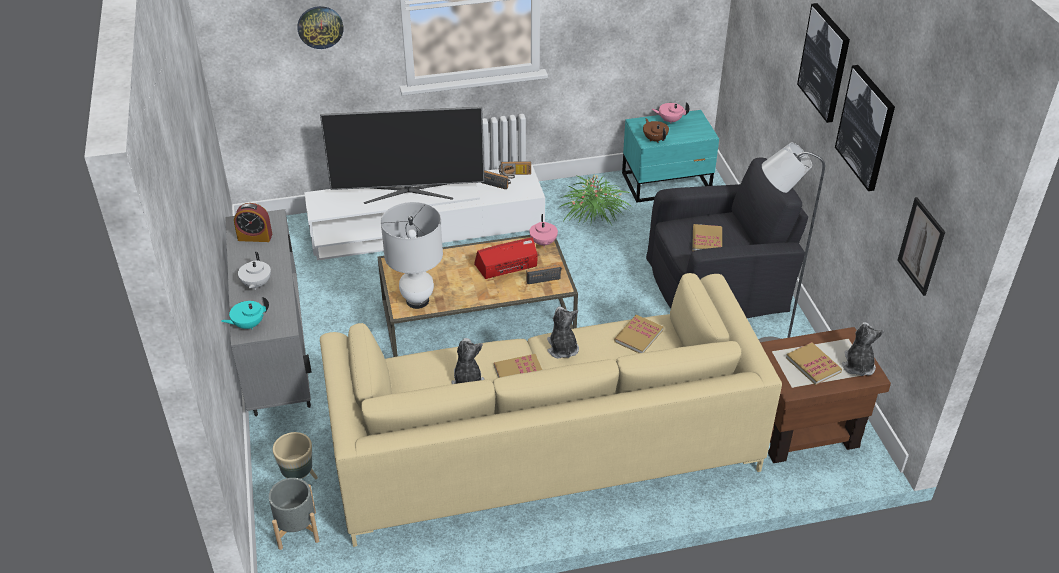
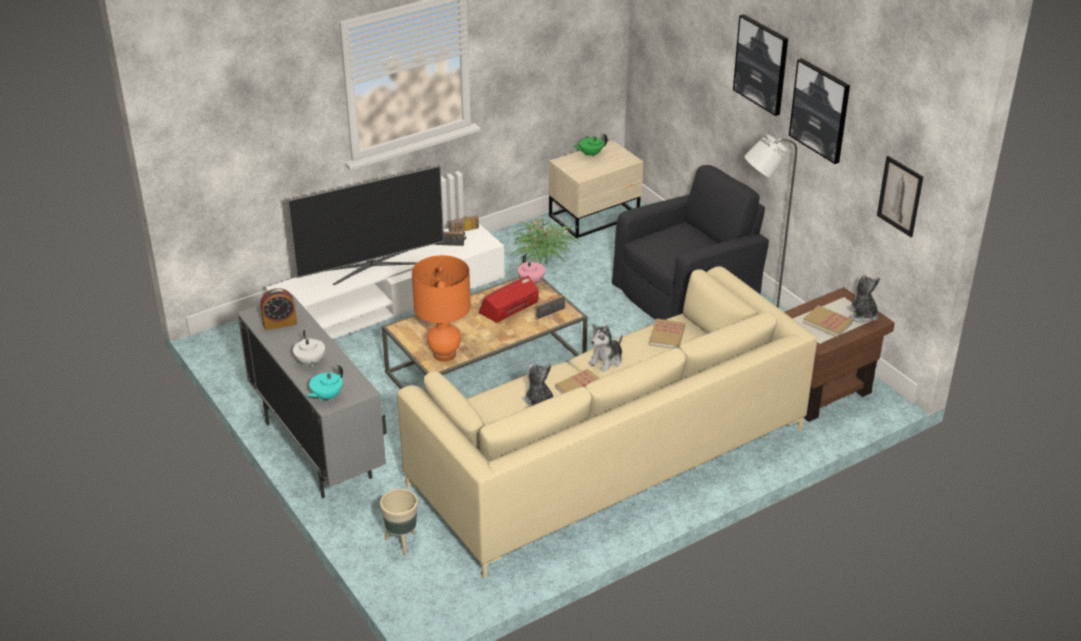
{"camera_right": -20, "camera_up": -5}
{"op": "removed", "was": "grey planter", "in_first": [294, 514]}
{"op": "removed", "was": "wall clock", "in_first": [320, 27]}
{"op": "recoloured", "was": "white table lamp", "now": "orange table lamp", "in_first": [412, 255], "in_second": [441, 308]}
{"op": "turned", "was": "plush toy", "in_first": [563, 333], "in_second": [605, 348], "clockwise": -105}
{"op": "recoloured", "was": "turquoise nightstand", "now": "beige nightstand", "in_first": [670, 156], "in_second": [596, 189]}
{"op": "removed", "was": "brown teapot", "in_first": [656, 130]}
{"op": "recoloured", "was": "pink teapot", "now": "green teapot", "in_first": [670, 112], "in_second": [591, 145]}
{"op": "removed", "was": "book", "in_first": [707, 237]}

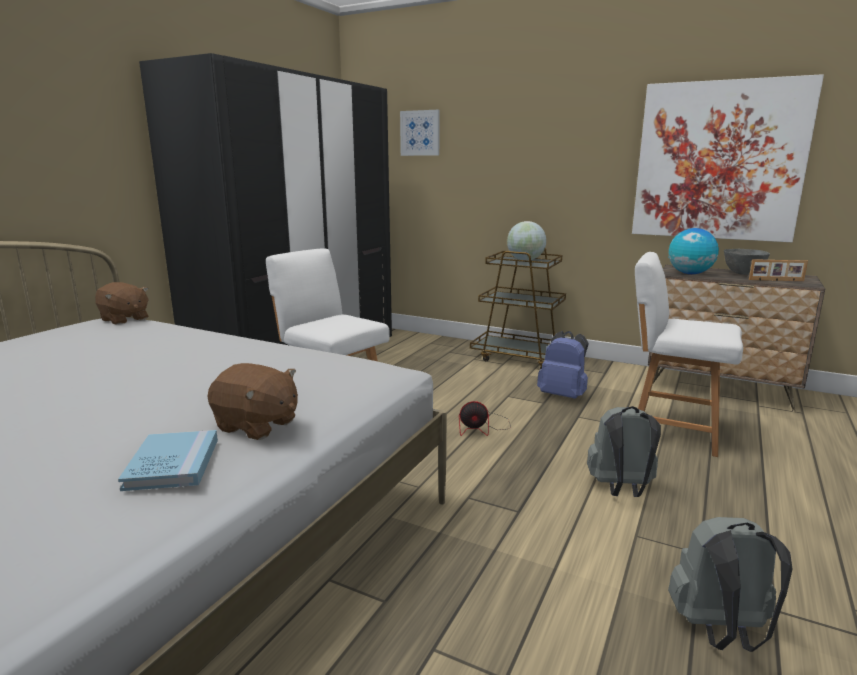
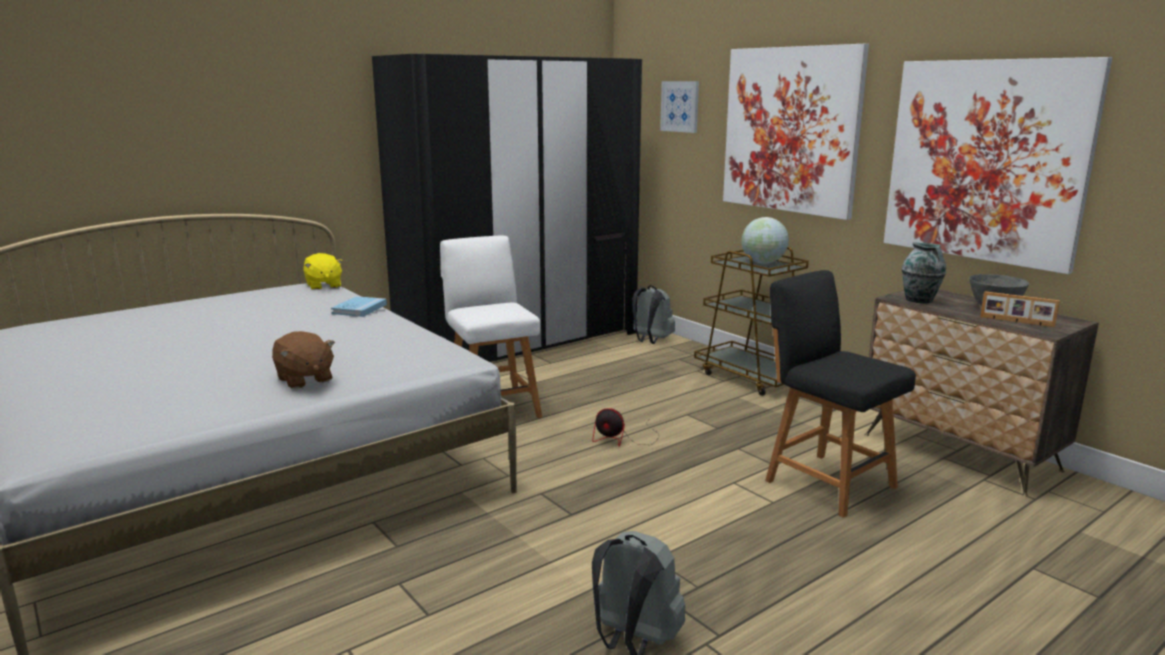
{"camera_right": 25, "camera_up": 0}
{"op": "recoloured", "was": "brown plush toy", "now": "yellow plush toy", "in_first": [122, 303], "in_second": [323, 271]}
{"op": "moved", "was": "blue book", "in_first": [168, 460], "in_second": [359, 306]}
{"op": "removed", "was": "blue backpack", "in_first": [562, 365]}
{"op": "moved", "was": "grey backpack", "in_first": [624, 451], "in_second": [654, 314]}
{"op": "recoloured", "was": "white chair", "now": "black chair", "in_first": [689, 354], "in_second": [840, 394]}
{"op": "replaced", "was": "globe", "now": "vase", "in_first": [693, 251], "in_second": [924, 272]}
{"op": "added", "now": "picture", "in_second": [796, 132]}

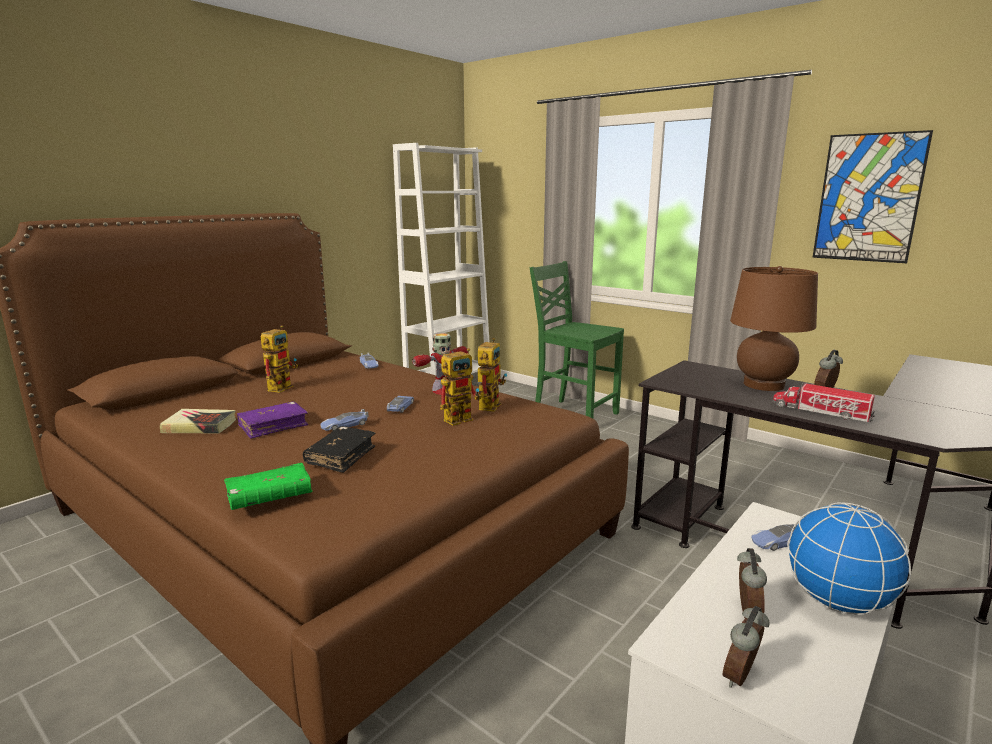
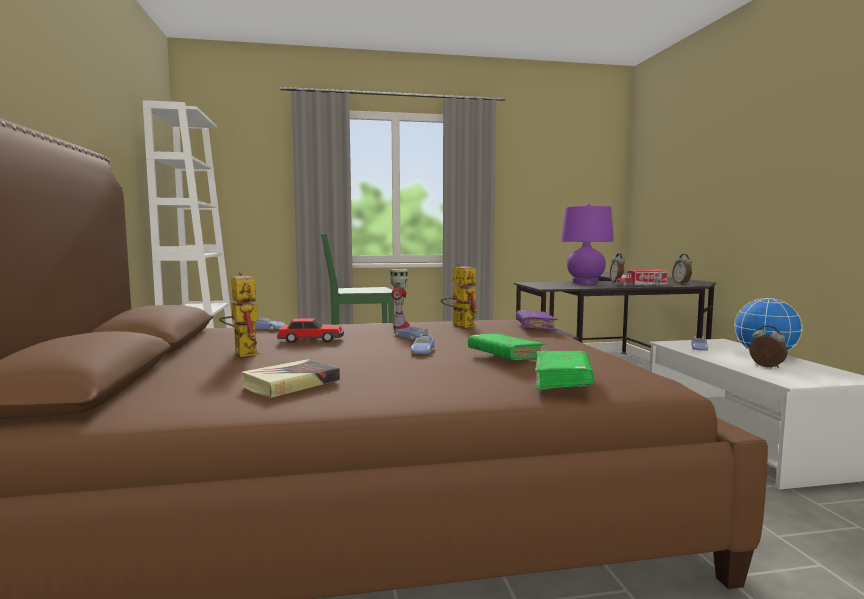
{"camera_right": -50, "camera_up": -10}
{"op": "moved", "was": "purple book", "in_first": [272, 420], "in_second": [537, 320]}
{"op": "recoloured", "was": "black book", "now": "green book", "in_first": [339, 449], "in_second": [506, 347]}
{"op": "removed", "was": "toy robot", "in_first": [460, 387]}
{"op": "moved", "was": "alarm clock", "in_first": [746, 647], "in_second": [682, 269]}
{"op": "recoloured", "was": "brown table lamp", "now": "purple table lamp", "in_first": [774, 328], "in_second": [587, 244]}
{"op": "removed", "was": "picture", "in_first": [872, 196]}
{"op": "added", "now": "toy car", "in_second": [310, 330]}

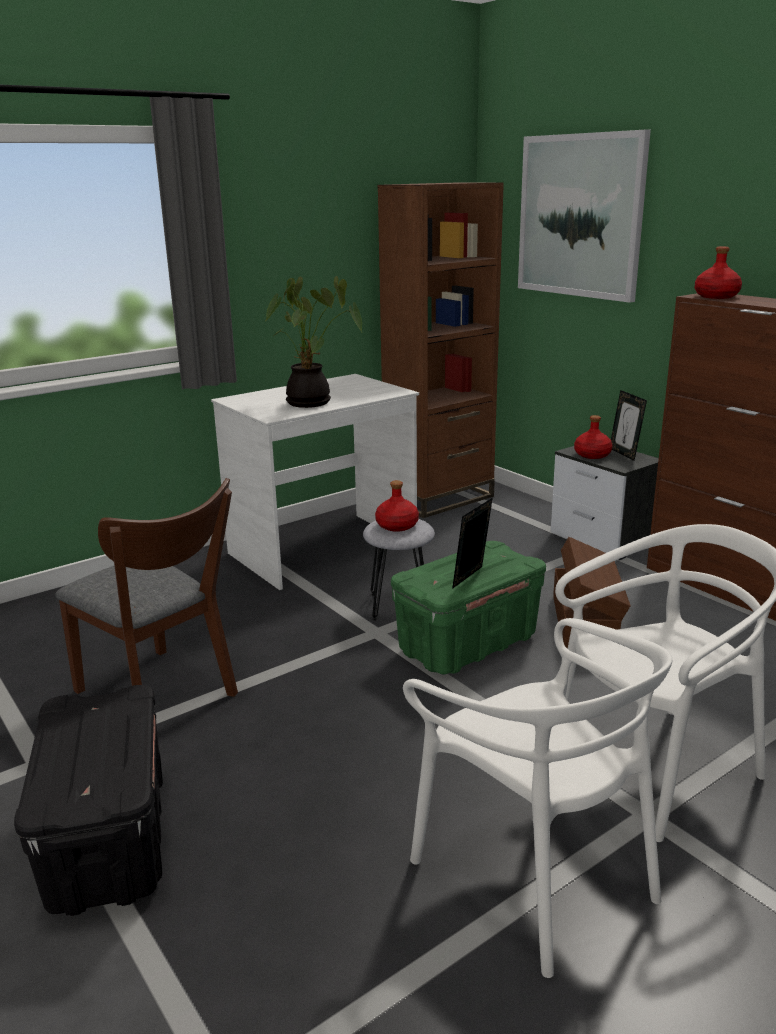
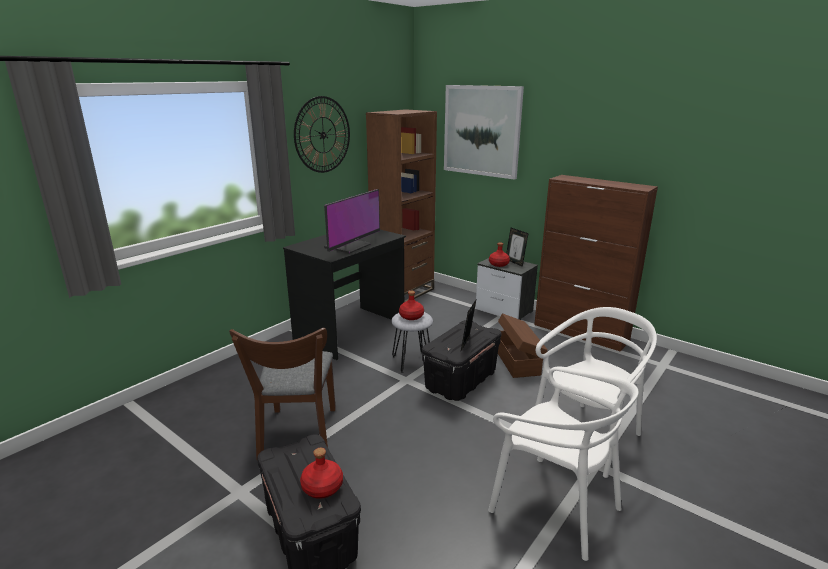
{"camera_right": -15, "camera_up": 0}
{"op": "turned", "was": "brown chair", "in_first": [146, 587], "in_second": [282, 394], "clockwise": 60}
{"op": "recoloured", "was": "white desk", "now": "black desk", "in_first": [315, 482], "in_second": [344, 295]}
{"op": "replaced", "was": "potted plant", "now": "monitor", "in_first": [314, 342], "in_second": [352, 221]}
{"op": "recoloured", "was": "green storage box", "now": "black storage box", "in_first": [468, 607], "in_second": [462, 360]}
{"op": "moved", "was": "red bottle", "in_first": [718, 273], "in_second": [321, 473]}
{"op": "added", "now": "wall clock", "in_second": [322, 134]}

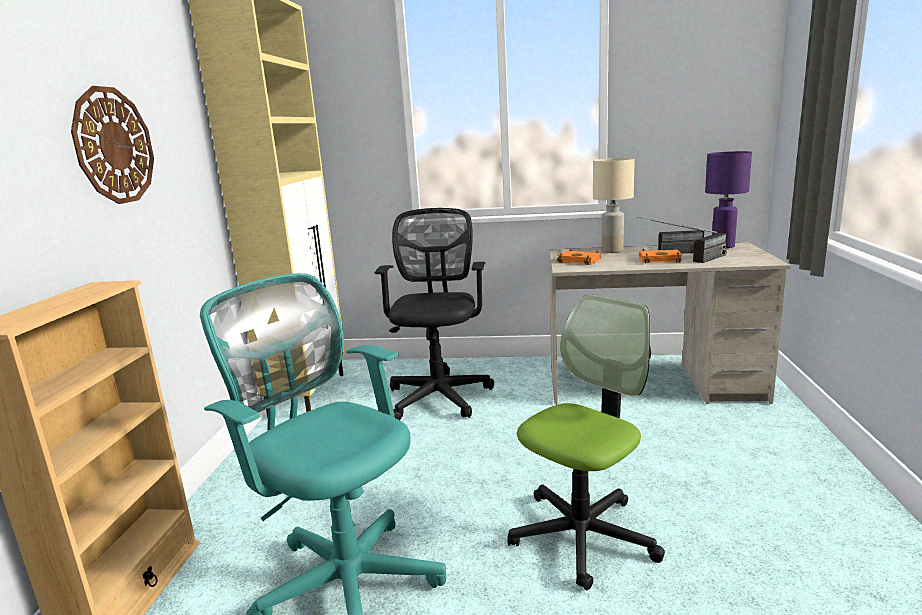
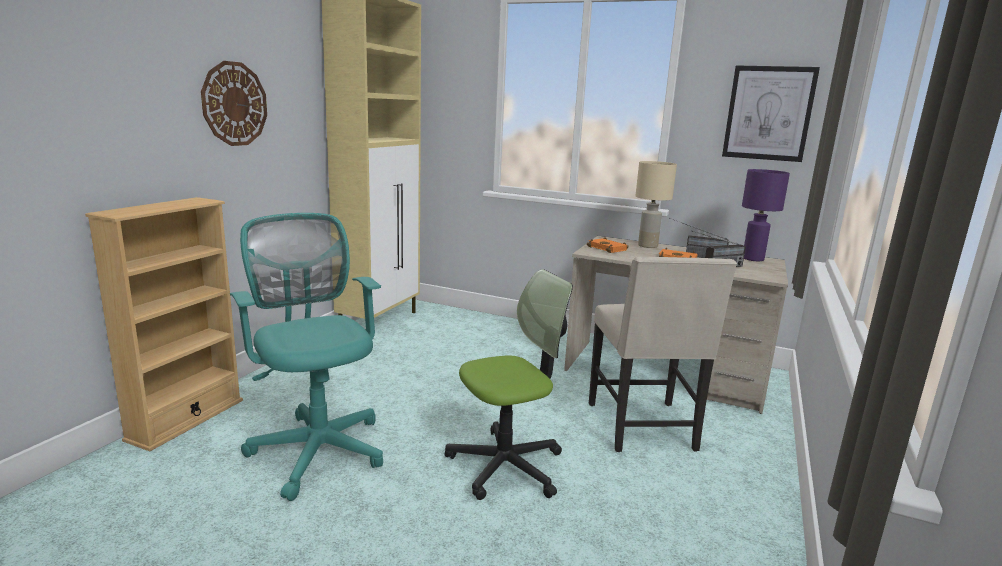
{"camera_right": 15, "camera_up": 0}
{"op": "removed", "was": "black office chair", "in_first": [434, 314]}
{"op": "added", "now": "beige chair", "in_second": [663, 354]}
{"op": "added", "now": "picture", "in_second": [771, 113]}

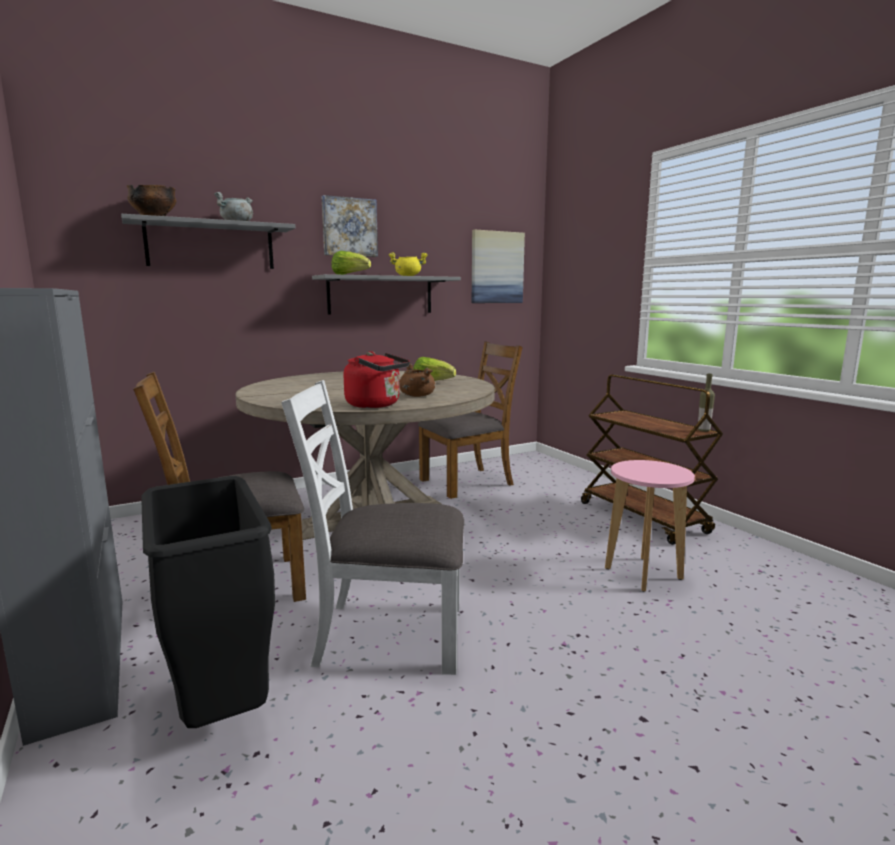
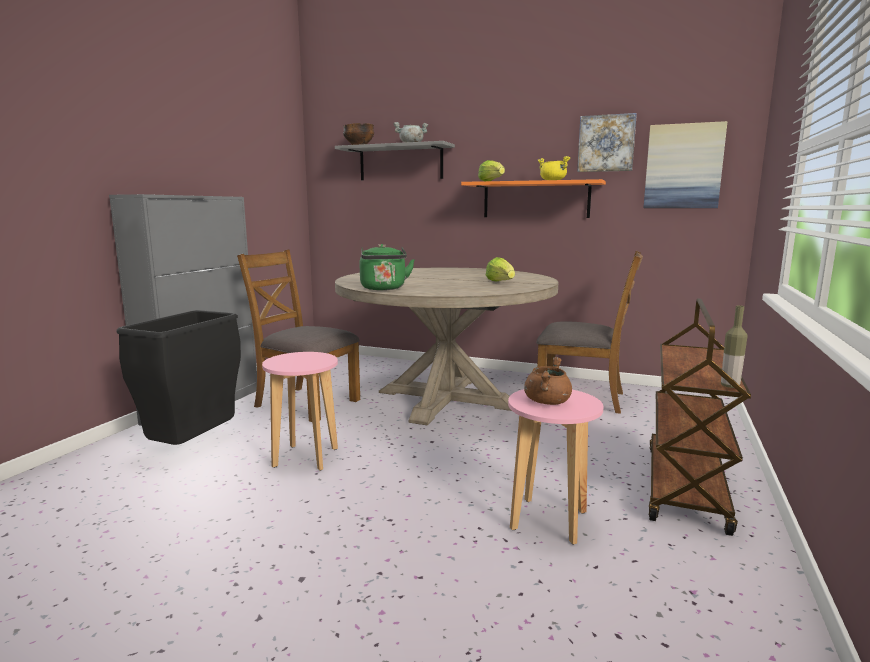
{"camera_right": 50, "camera_up": 0}
{"op": "replaced", "was": "white chair", "now": "pink stool", "in_first": [372, 527], "in_second": [300, 411]}
{"op": "recoloured", "was": "grey shelf", "now": "orange shelf", "in_first": [386, 294], "in_second": [533, 198]}
{"op": "moved", "was": "picture", "in_first": [349, 226], "in_second": [607, 142]}
{"op": "recoloured", "was": "red kettle", "now": "green kettle", "in_first": [376, 379], "in_second": [387, 267]}
{"op": "moved", "was": "brown cooking pot", "in_first": [417, 380], "in_second": [548, 381]}

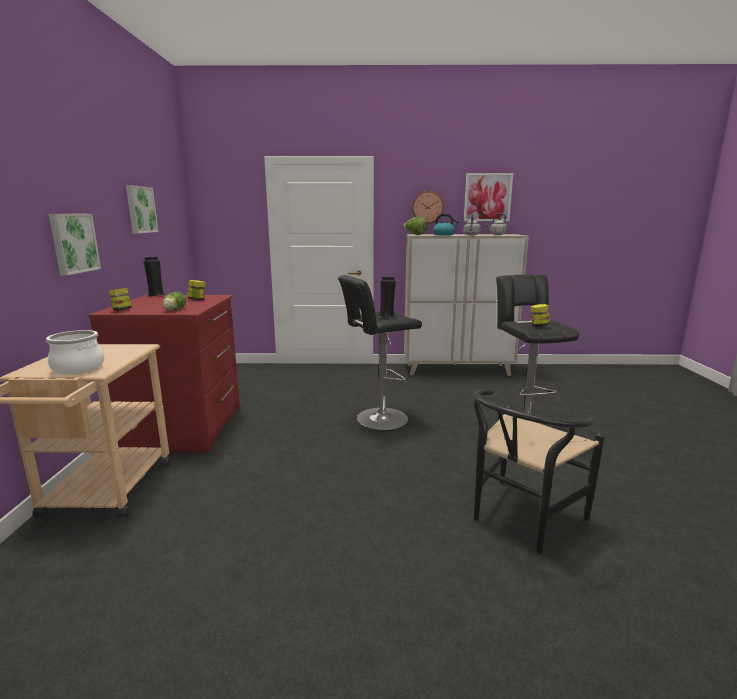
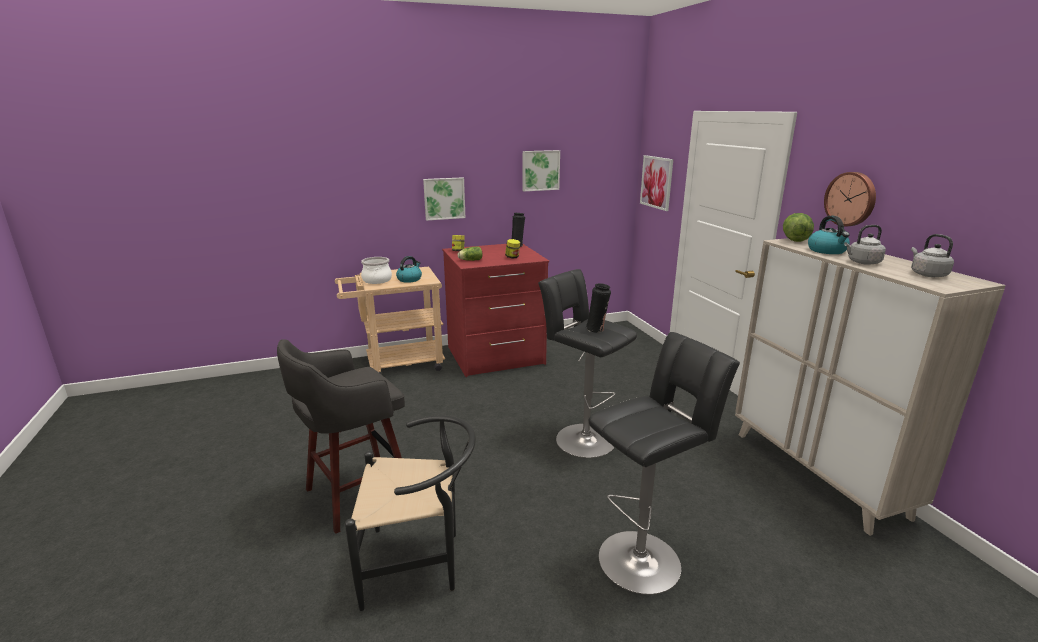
{"camera_right": 70, "camera_up": 5}
{"op": "moved", "was": "picture", "in_first": [488, 197], "in_second": [656, 183]}
{"op": "turned", "was": "black chair", "in_first": [539, 471], "in_second": [410, 513], "clockwise": 150}
{"op": "removed", "was": "jar", "in_first": [540, 315]}
{"op": "added", "now": "grey stool", "in_second": [341, 436]}
{"op": "added", "now": "kettle", "in_second": [409, 269]}

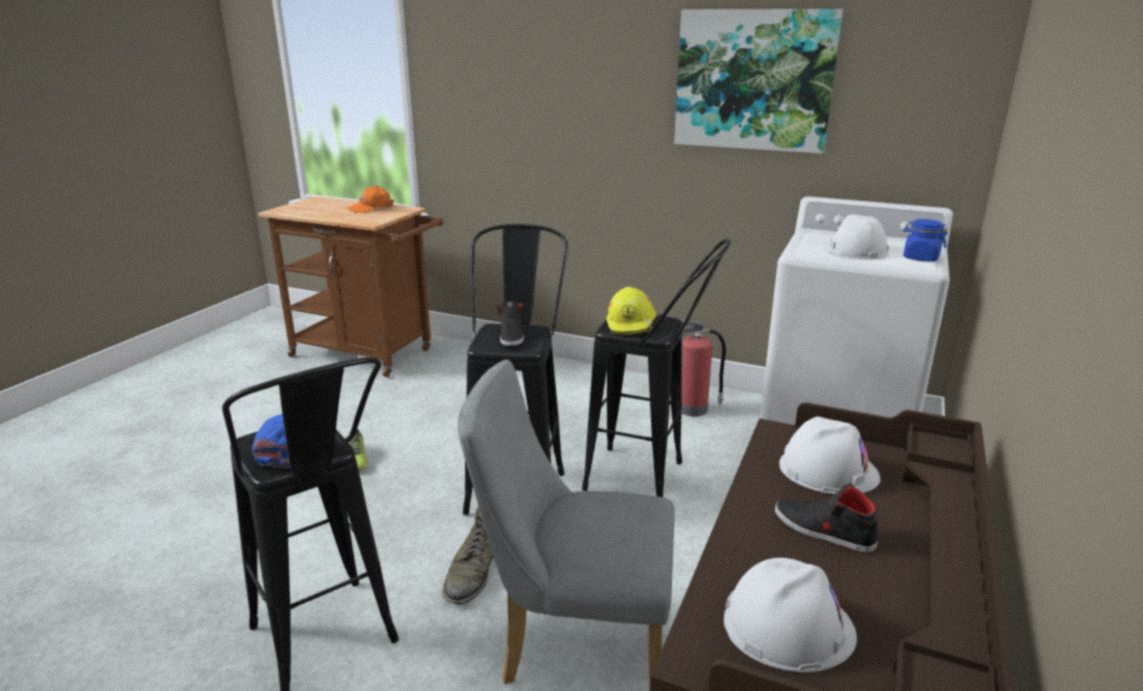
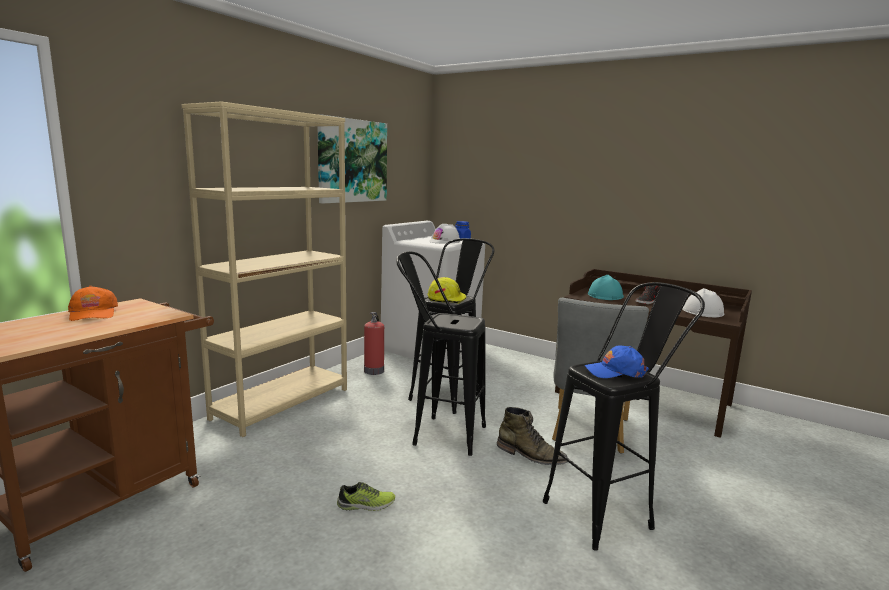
{"camera_right": -80, "camera_up": -10}
{"op": "removed", "was": "black shoe", "in_first": [510, 323]}
{"op": "recoloured", "was": "white hard hat", "now": "turquoise hard hat", "in_first": [829, 455], "in_second": [606, 287]}
{"op": "added", "now": "beige bookcase", "in_second": [264, 269]}

